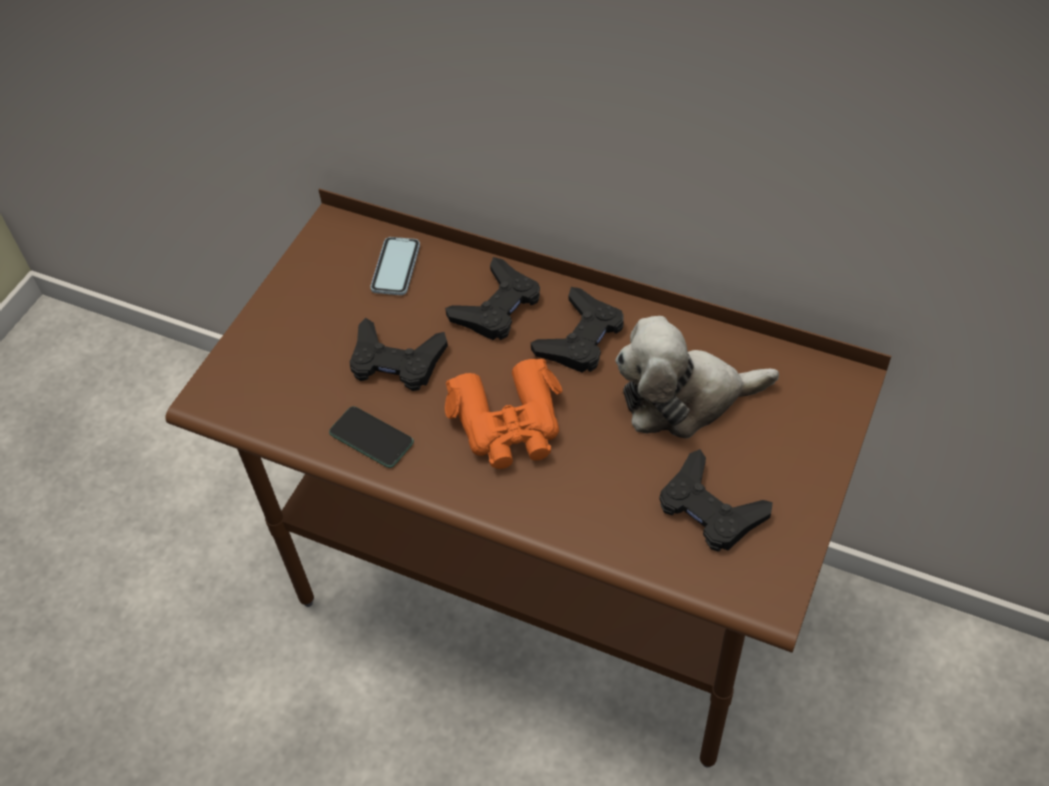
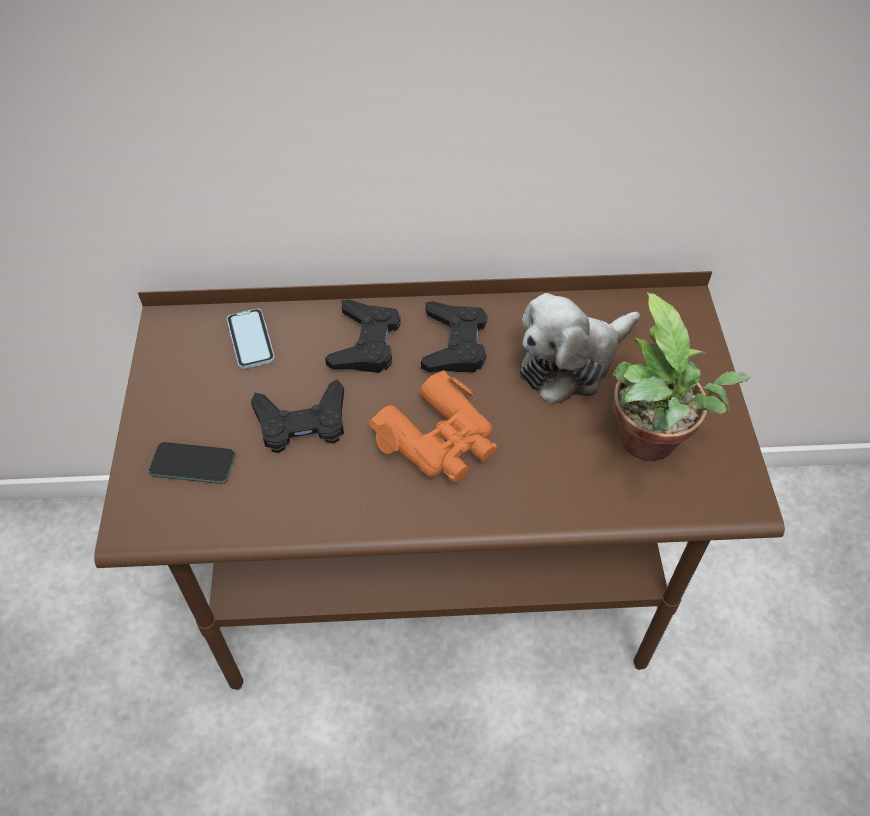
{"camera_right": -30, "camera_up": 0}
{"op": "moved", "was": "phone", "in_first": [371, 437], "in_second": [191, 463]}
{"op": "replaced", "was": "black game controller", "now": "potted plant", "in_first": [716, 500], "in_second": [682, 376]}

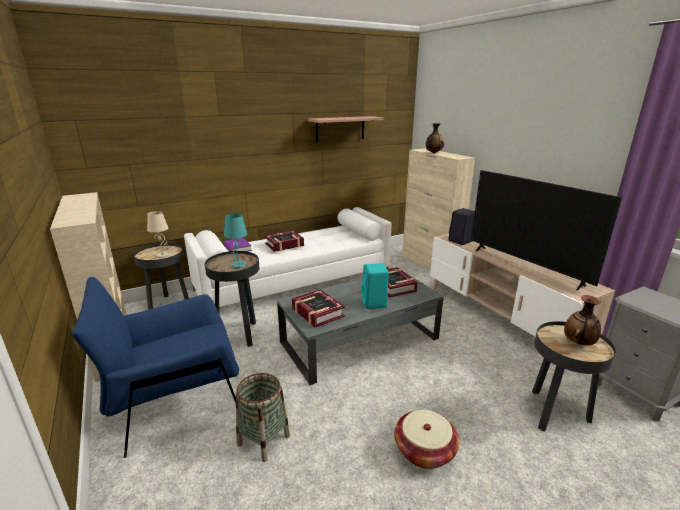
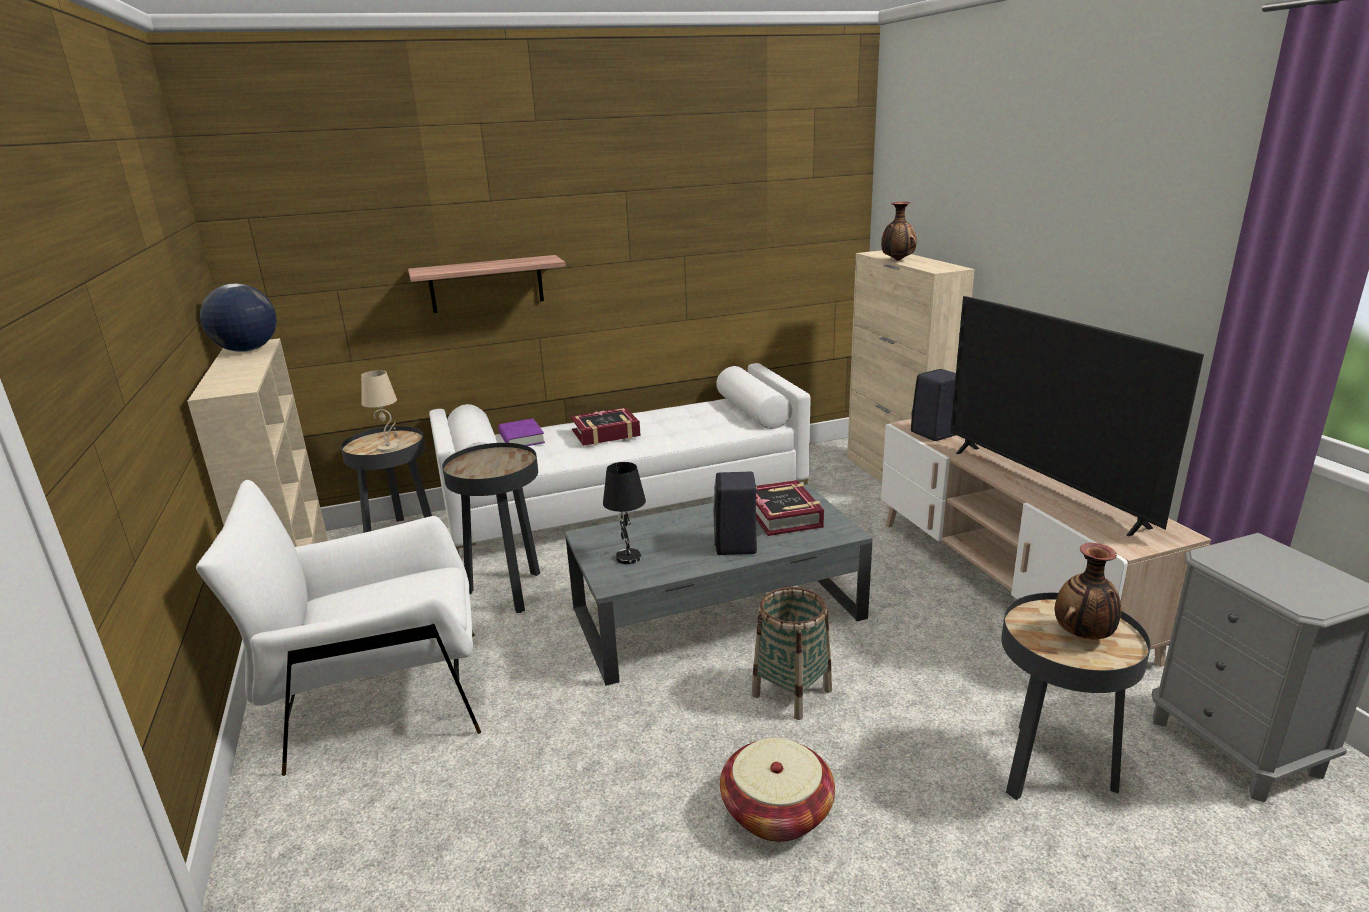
{"camera_right": 10, "camera_up": 0}
{"op": "recoloured", "was": "blue armchair", "now": "white armchair", "in_first": [155, 367], "in_second": [338, 628]}
{"op": "removed", "was": "turquoise table lamp", "in_first": [235, 241]}
{"op": "moved", "was": "basket", "in_first": [262, 417], "in_second": [792, 653]}
{"op": "replaced", "was": "book", "now": "black table lamp", "in_first": [318, 308], "in_second": [624, 513]}
{"op": "moved", "was": "shelf", "in_first": [346, 129], "in_second": [487, 284]}
{"op": "recoloured", "was": "turquoise speaker", "now": "black speaker", "in_first": [375, 286], "in_second": [735, 513]}
{"op": "added", "now": "globe", "in_second": [238, 317]}

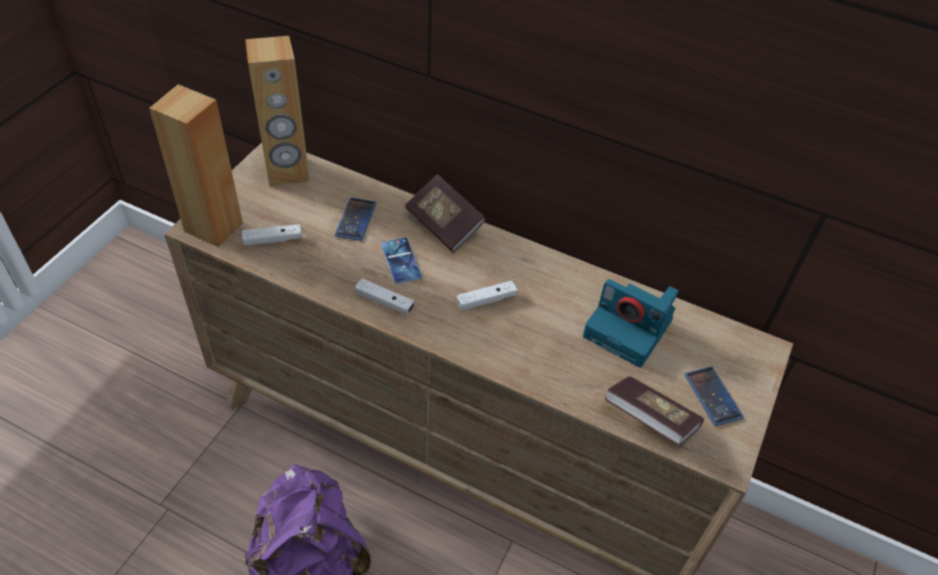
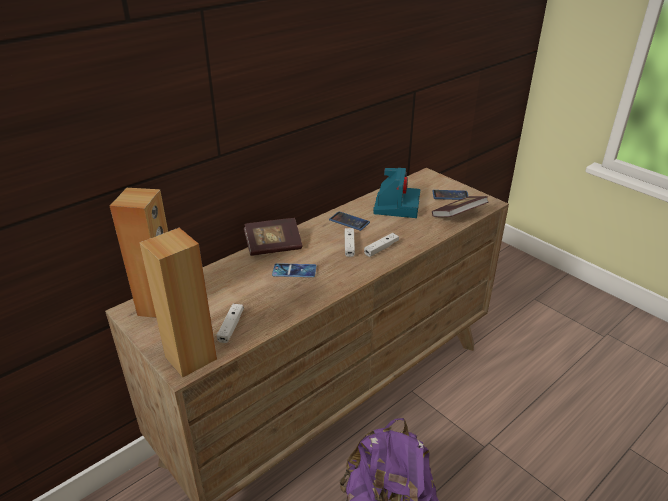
{"camera_right": -65, "camera_up": -15}
{"op": "moved", "was": "phone", "in_first": [355, 219], "in_second": [349, 221]}
{"op": "moved", "was": "white game controller", "in_first": [384, 296], "in_second": [381, 245]}
{"op": "turned", "was": "photo camera", "in_first": [630, 323], "in_second": [396, 193], "clockwise": -45}

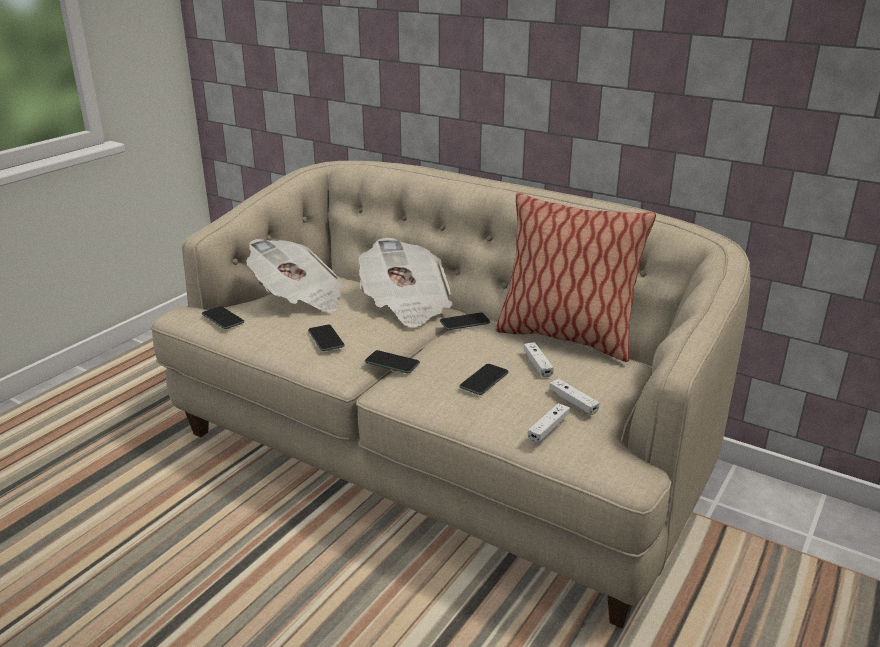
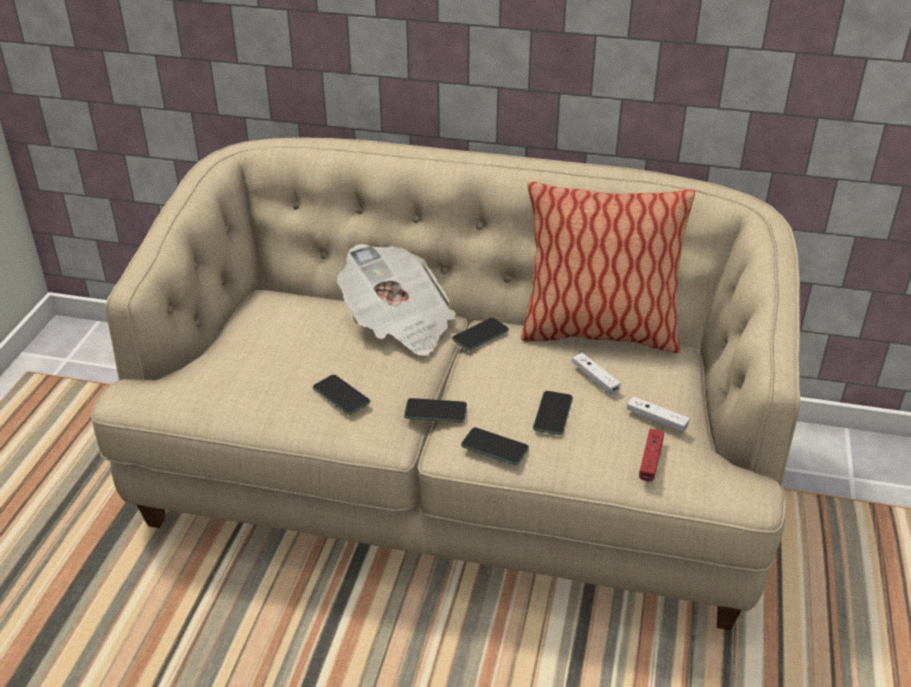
{"camera_right": -20, "camera_up": 10}
{"op": "moved", "was": "phone", "in_first": [223, 317], "in_second": [495, 446]}
{"op": "removed", "was": "newspaper", "in_first": [295, 276]}
{"op": "recoloured", "was": "white game controller", "now": "red game controller", "in_first": [549, 423], "in_second": [651, 455]}

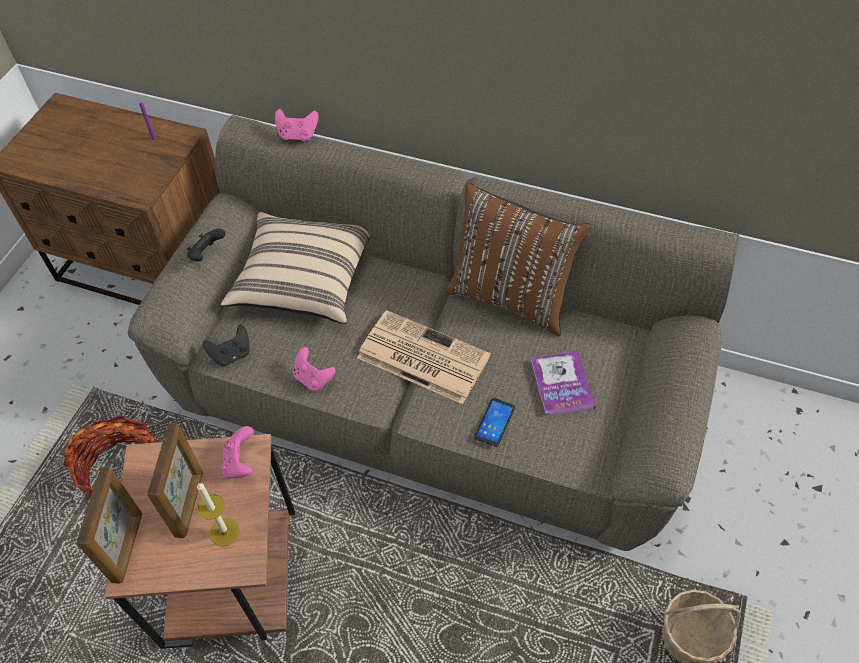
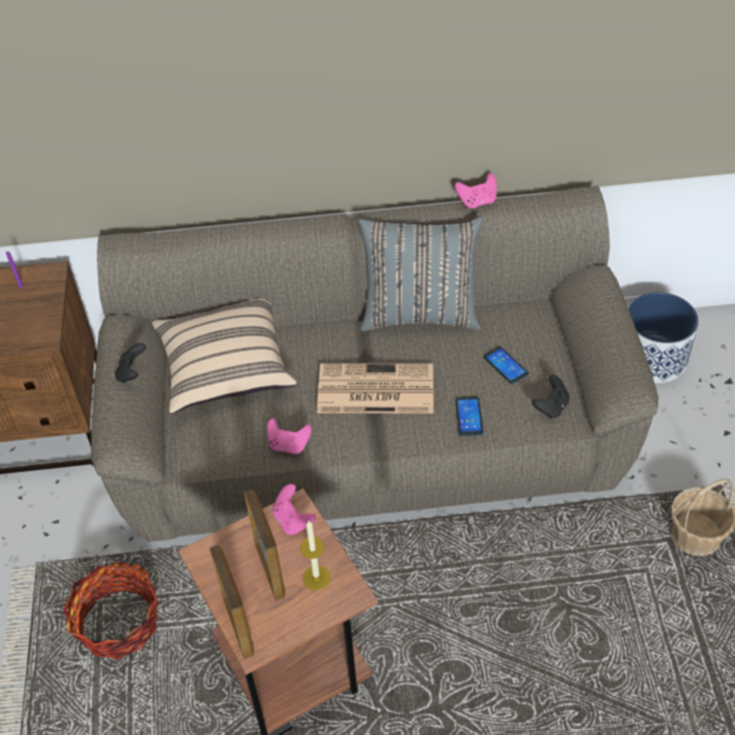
{"camera_right": -25, "camera_up": -5}
{"op": "moved", "was": "black game controller", "in_first": [226, 345], "in_second": [550, 396]}
{"op": "moved", "was": "pink game controller", "in_first": [297, 125], "in_second": [476, 191]}
{"op": "recoloured", "was": "brown pillow", "now": "grey pillow", "in_first": [518, 259], "in_second": [420, 273]}
{"op": "replaced", "was": "book", "now": "phone", "in_first": [563, 384], "in_second": [506, 365]}
{"op": "added", "now": "planter", "in_second": [663, 337]}

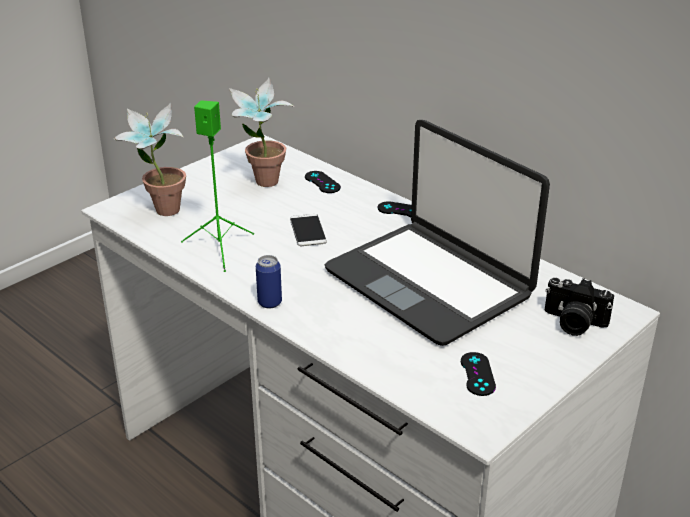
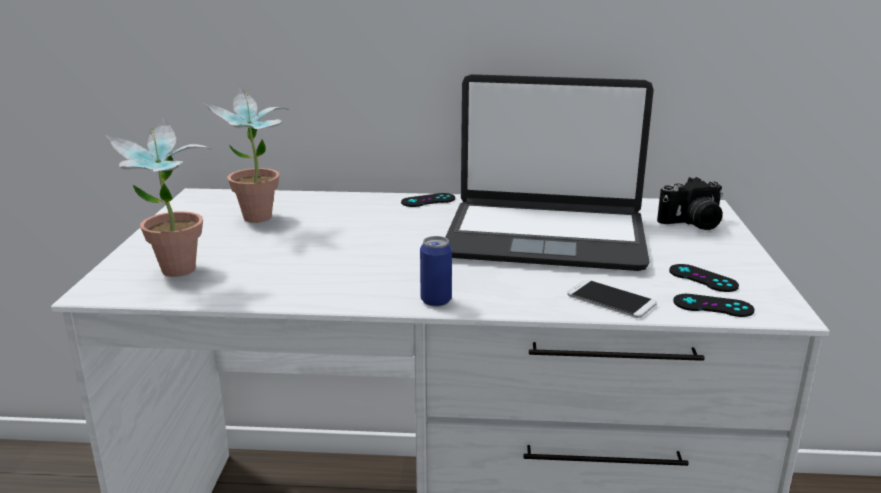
{"camera_right": -40, "camera_up": -10}
{"op": "removed", "was": "green speaker", "in_first": [217, 186]}
{"op": "moved", "was": "phone", "in_first": [308, 230], "in_second": [612, 299]}
{"op": "moved", "was": "black game controller", "in_first": [323, 182], "in_second": [714, 305]}

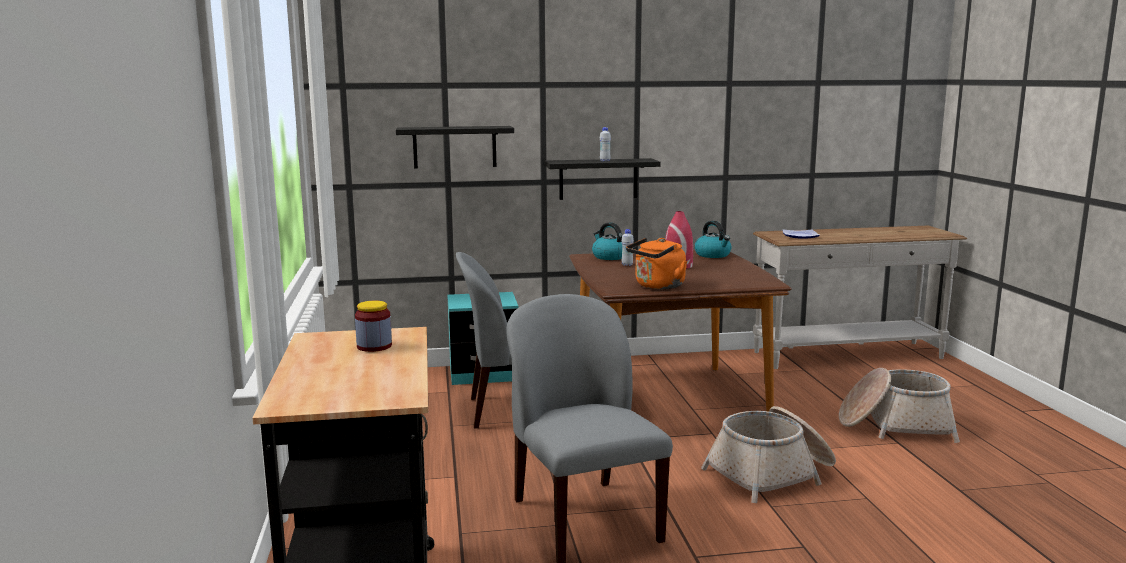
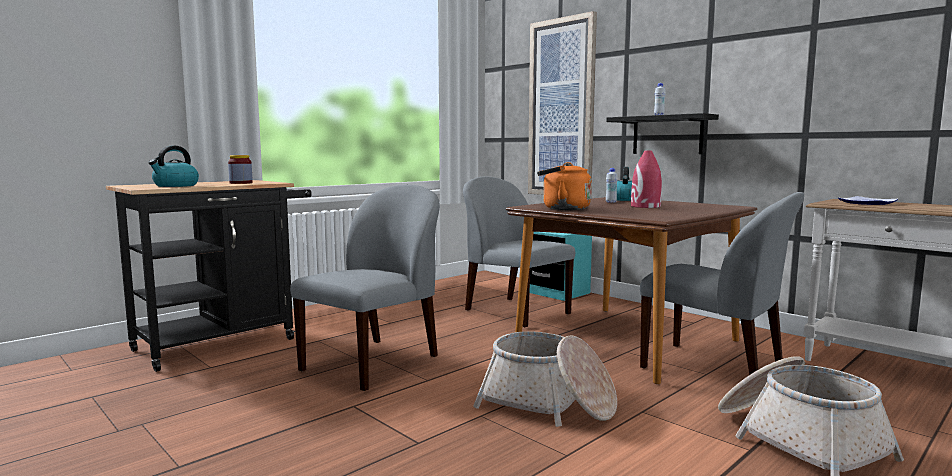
{"camera_right": 55, "camera_up": -5}
{"op": "replaced", "was": "black shelf", "now": "picture", "in_first": [455, 147], "in_second": [562, 103]}
{"op": "moved", "was": "kettle", "in_first": [713, 239], "in_second": [173, 166]}
{"op": "added", "now": "grey chair", "in_second": [722, 283]}

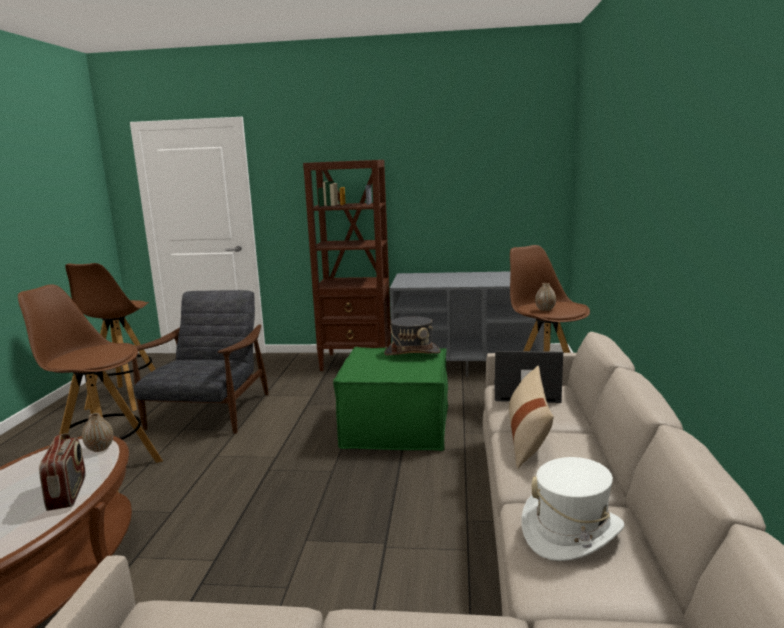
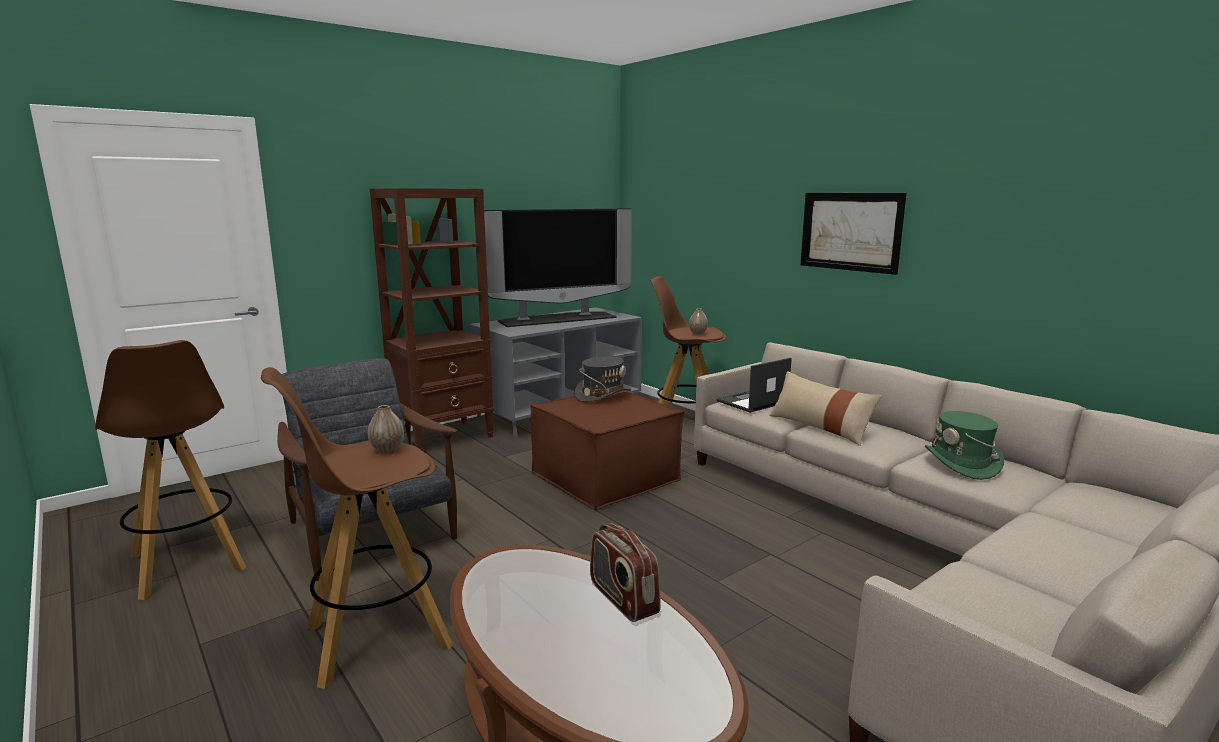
{"camera_right": -45, "camera_up": 0}
{"op": "turned", "was": "radio", "in_first": [62, 472], "in_second": [625, 572], "clockwise": -150}
{"op": "moved", "was": "vase", "in_first": [97, 432], "in_second": [386, 429]}
{"op": "recoloured", "was": "green ottoman", "now": "brown ottoman", "in_first": [390, 399], "in_second": [607, 451]}
{"op": "recoloured", "was": "white hat", "now": "green hat", "in_first": [572, 509], "in_second": [964, 445]}
{"op": "added", "now": "television", "in_second": [558, 267]}
{"op": "added", "now": "picture", "in_second": [853, 234]}

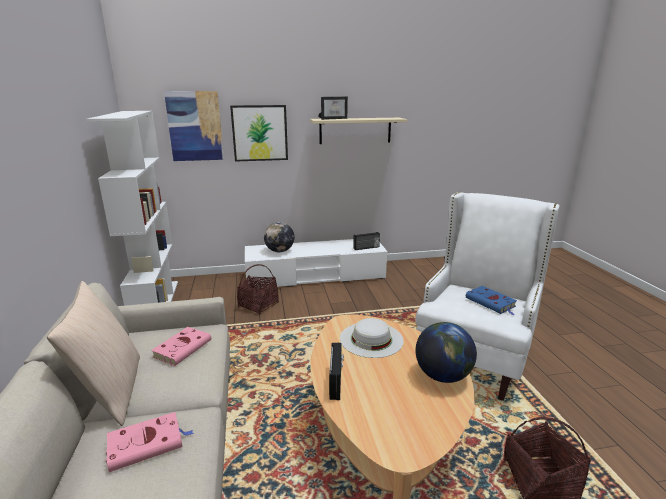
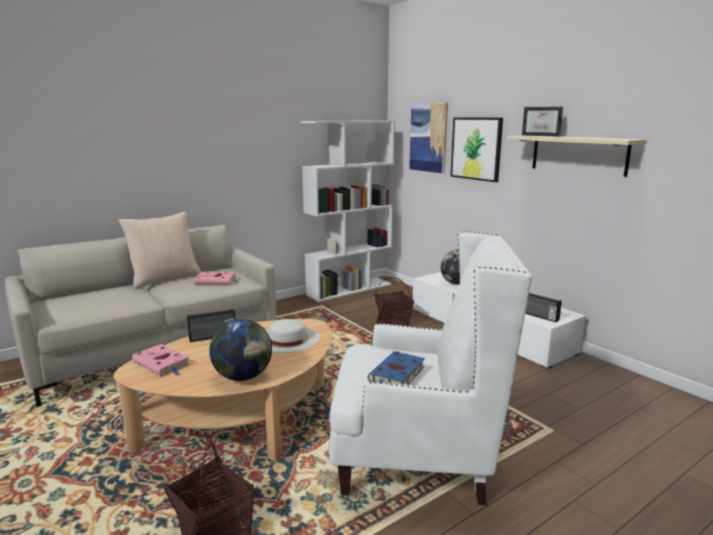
{"camera_right": 65, "camera_up": -5}
{"op": "moved", "was": "pink book", "in_first": [150, 442], "in_second": [161, 360]}

